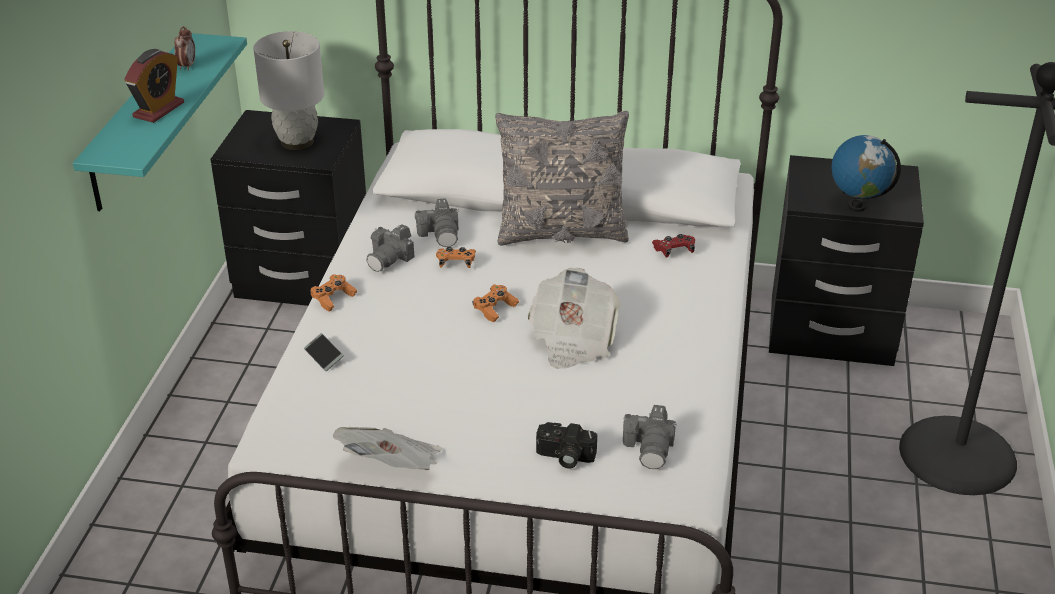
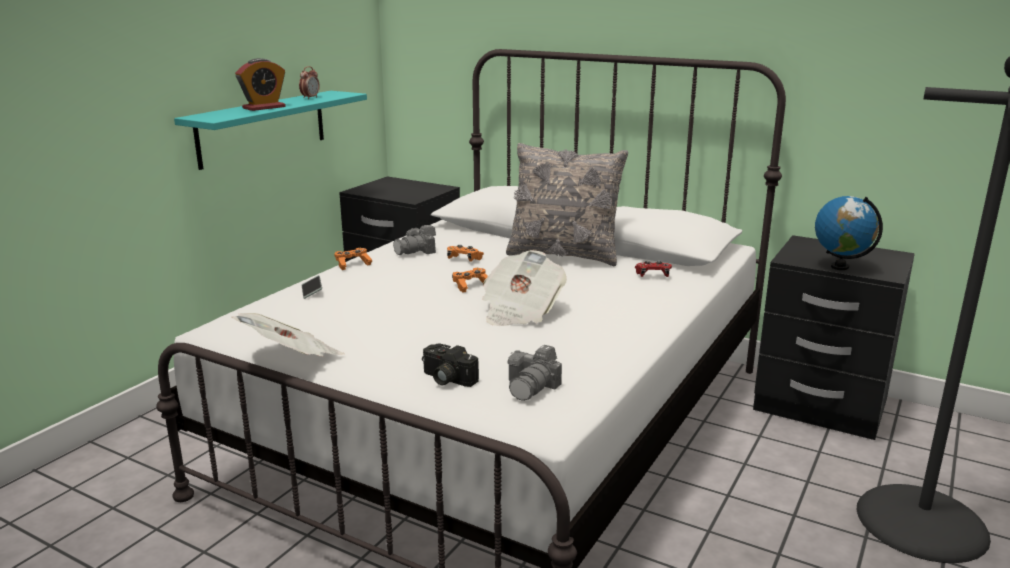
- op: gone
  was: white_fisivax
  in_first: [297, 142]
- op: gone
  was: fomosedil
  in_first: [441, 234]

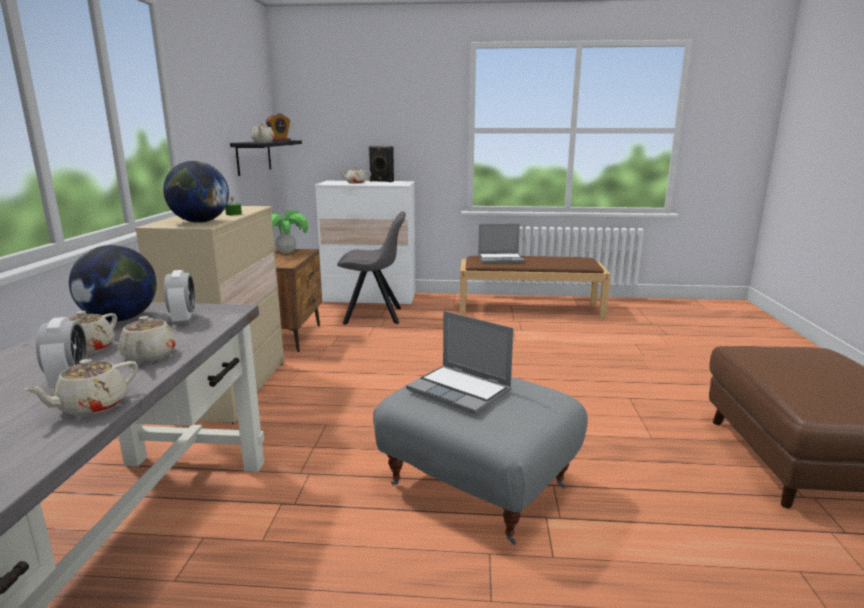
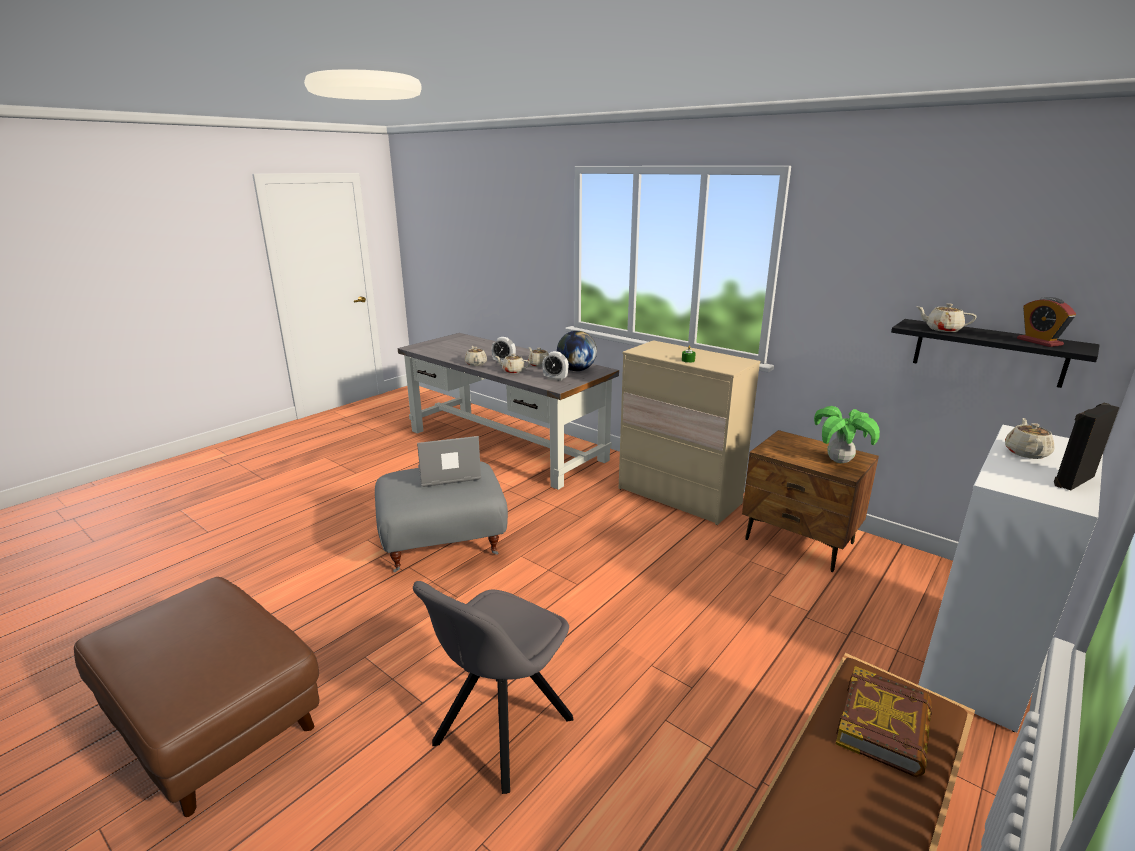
- op: gone
  was: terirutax
  in_first: [200, 222]
- op: shifted
  was: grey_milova
  in_first: [373, 316]
  in_second: [502, 731]
- op: swapped
  was: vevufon
  now: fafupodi
  in_first: [501, 259]
  in_second: [884, 726]

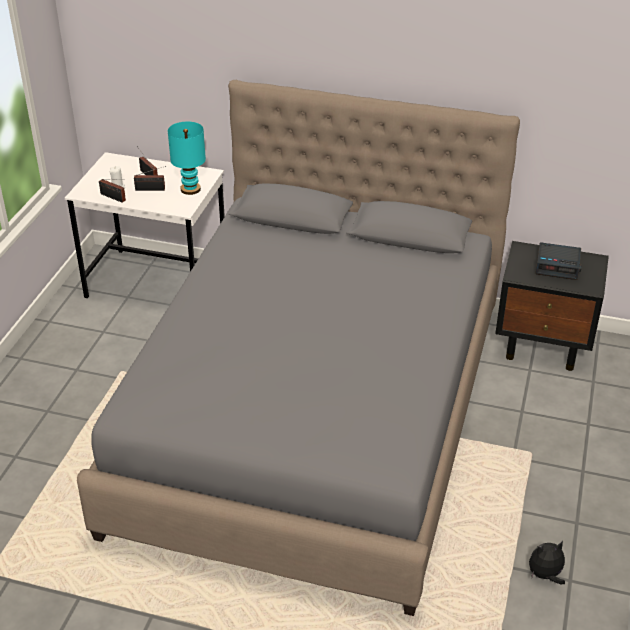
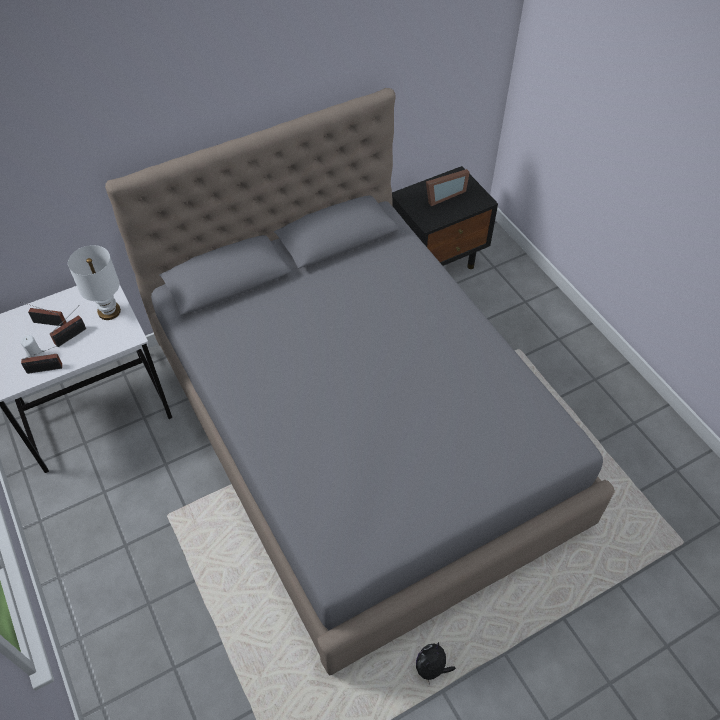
- op: repainted
  was: turquoise_fisivax
  now: white_fisivax
  in_first: [190, 189]
  in_second: [108, 311]
- op: swapped
  was: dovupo
  now: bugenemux
  in_first: [558, 266]
  in_second: [442, 195]
- op: shifted
  was: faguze
  in_first: [545, 575]
  in_second: [431, 668]

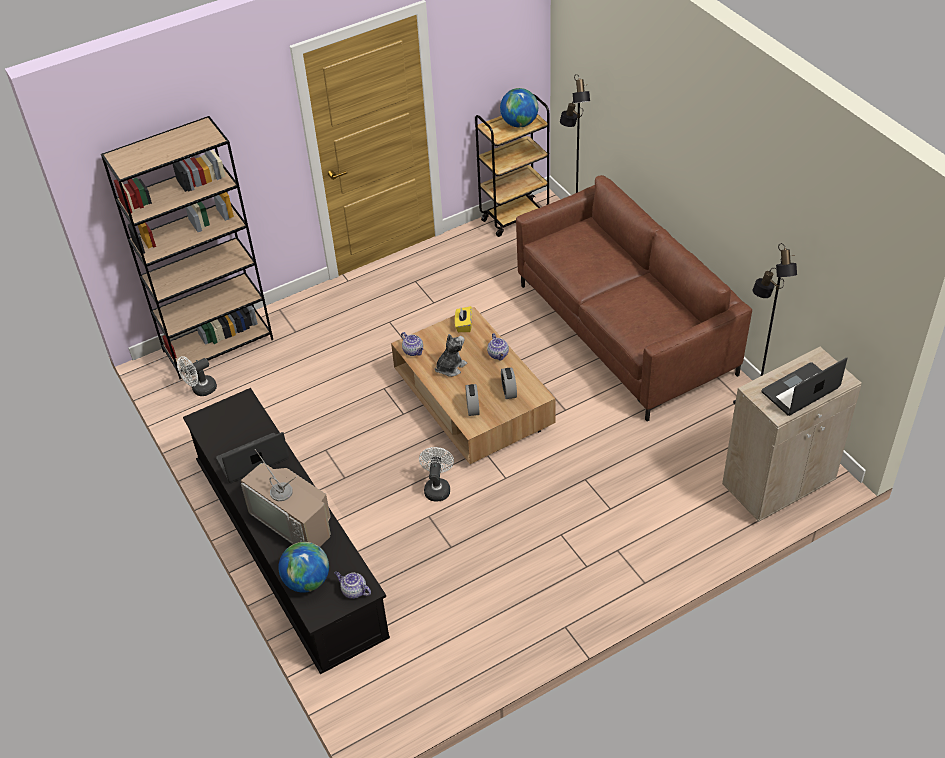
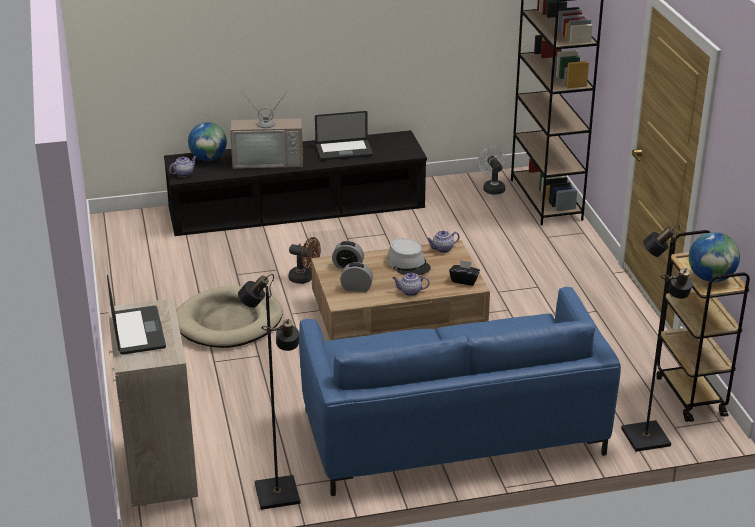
- op: repainted
  was: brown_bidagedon
  now: blue_bidagedon
  in_first: [623, 329]
  in_second: [452, 430]
- op: repainted
  was: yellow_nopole
  now: black_nopole
  in_first: [463, 325]
  in_second: [464, 280]
- op: swapped
  was: faguze
  now: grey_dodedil
  in_first: [450, 367]
  in_second: [409, 264]
- op: rotated
  was: vevufon
  in_first: [253, 459]
  in_second: [344, 151]
  clockwise: 90
- op: repainted
  was: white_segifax
  now: brown_segifax
  in_first: [437, 487]
  in_second: [305, 278]
- op: rotated
  was: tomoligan
  in_first: [294, 521]
  in_second: [268, 160]
  clockwise: -150
- op: new
  now: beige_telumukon
  in_second: [229, 322]

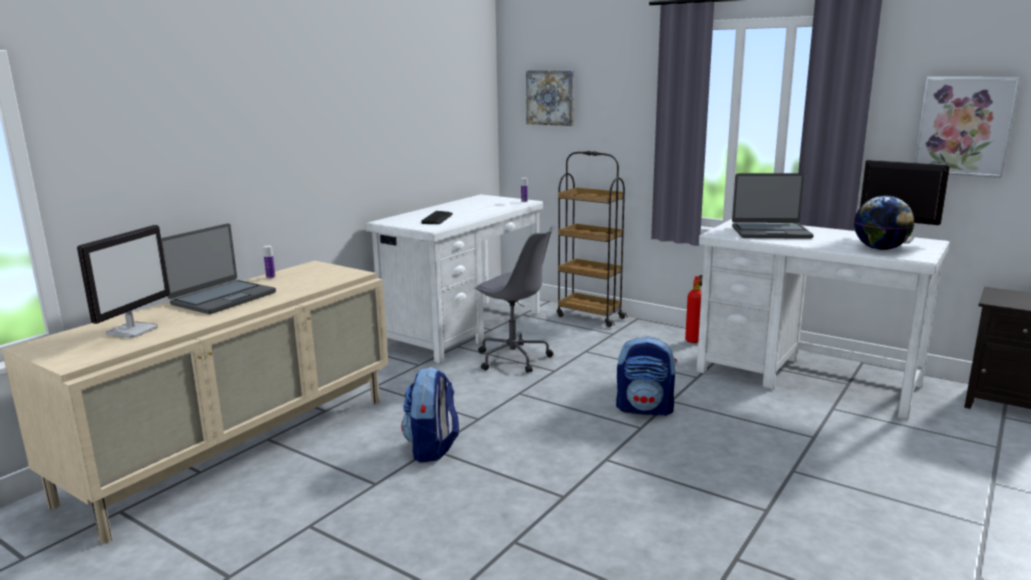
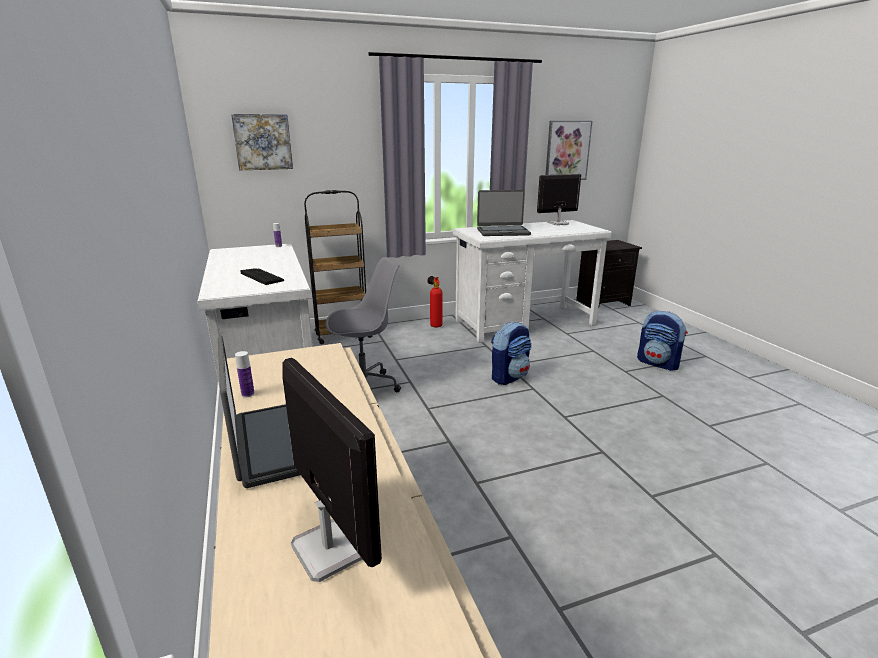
- op: rotated
  was: vevufon
  in_first: [770, 232]
  in_second: [503, 232]
  clockwise: 45
- op: gone
  was: terirutax
  in_first: [880, 249]
- op: shifted
  was: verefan
  in_first: [432, 448]
  in_second: [658, 363]

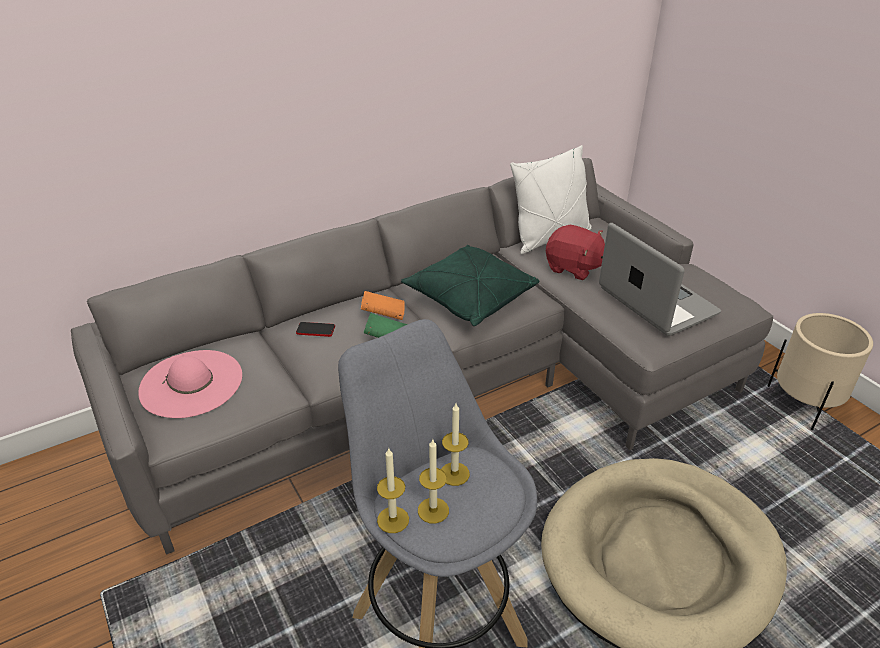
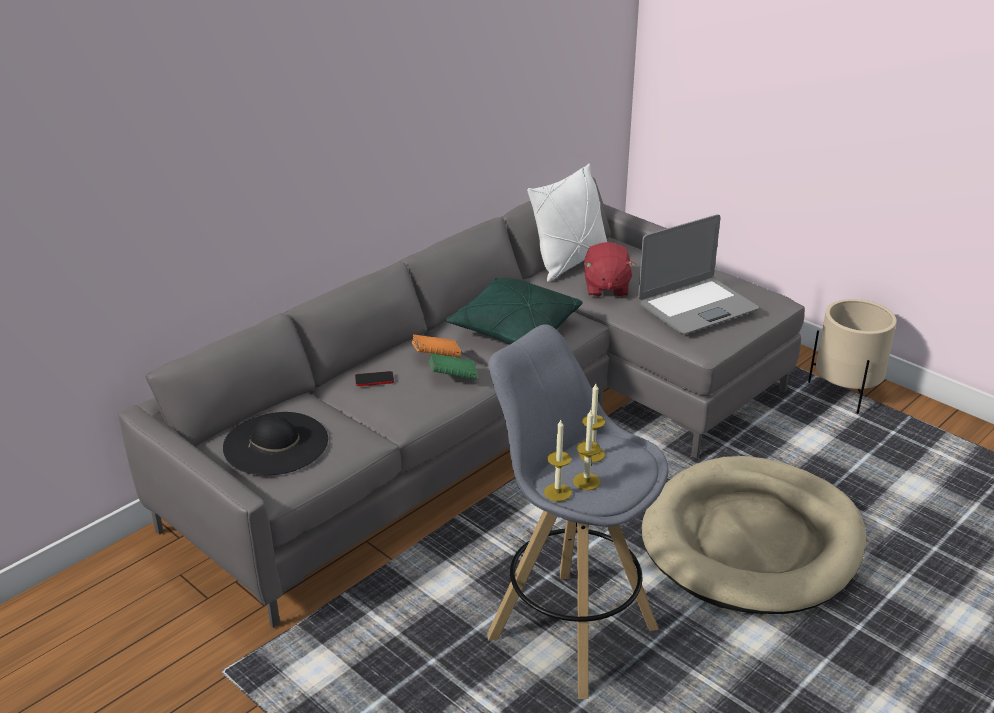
- op: rotated
  was: vevufon
  in_first: [656, 302]
  in_second: [697, 307]
  clockwise: 105
- op: rotated
  was: red_faguze
  in_first: [573, 268]
  in_second: [606, 288]
  clockwise: 75
- op: repainted
  was: pink_dodedil
  now: black_dodedil
  in_first: [191, 383]
  in_second: [276, 443]

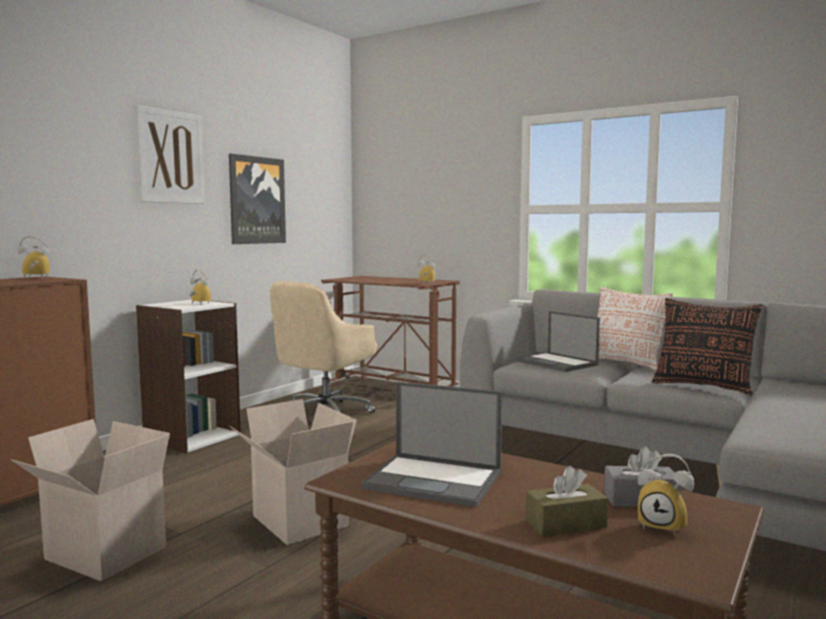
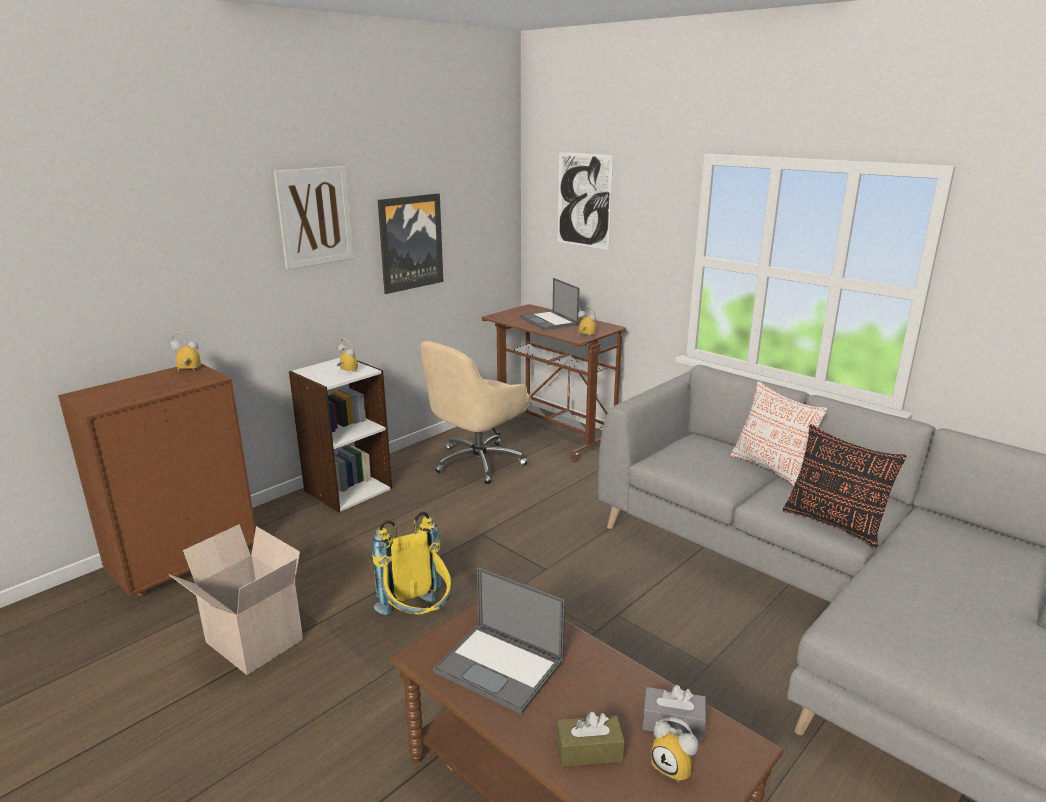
- op: shifted
  was: vevufon
  in_first: [557, 363]
  in_second: [549, 321]
- op: swapped
  was: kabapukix
  now: yellow_verefan
  in_first: [296, 521]
  in_second: [418, 618]
- op: new
  now: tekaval
  in_second: [584, 200]

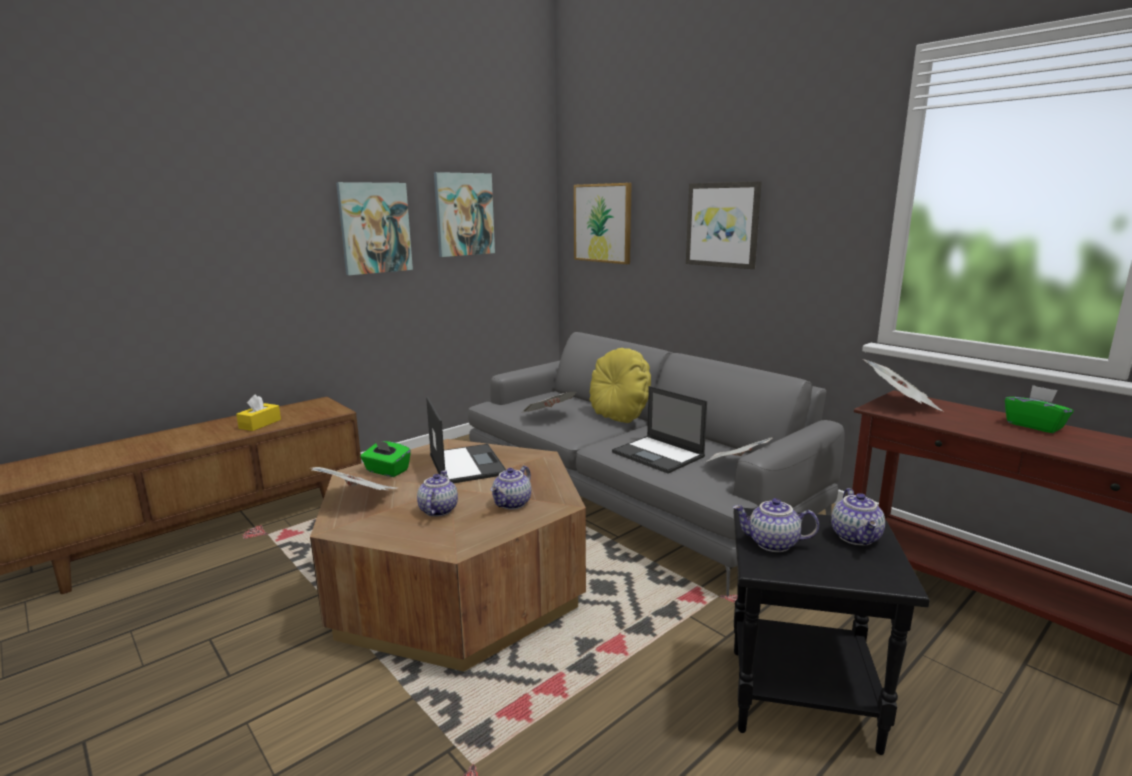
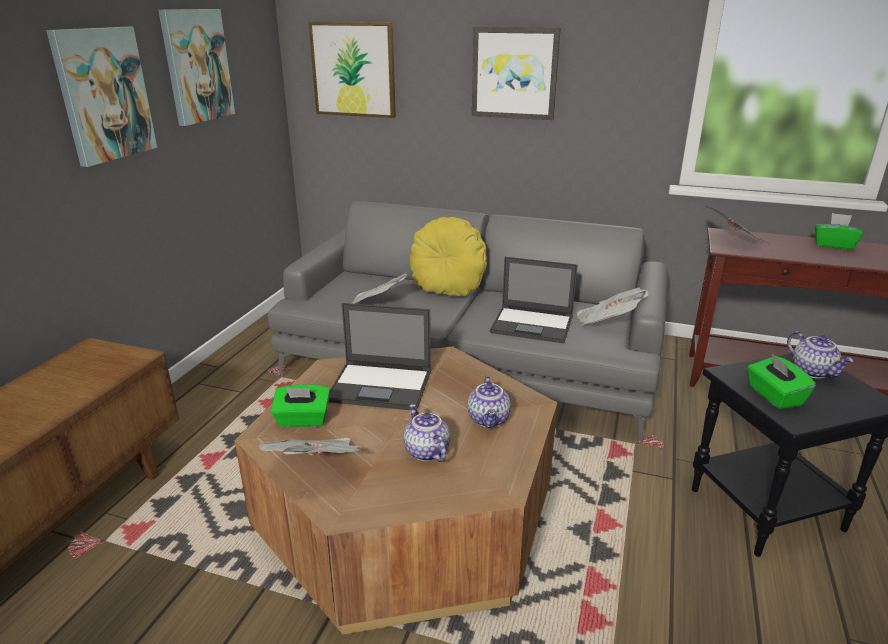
- op: gone
  was: yellow_nopole
  in_first: [260, 424]
- op: rotated
  was: vevufon
  in_first: [466, 464]
  in_second: [381, 386]
  clockwise: 150
- op: swapped
  was: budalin
  now: green_nopole
  in_first: [772, 544]
  in_second: [774, 396]

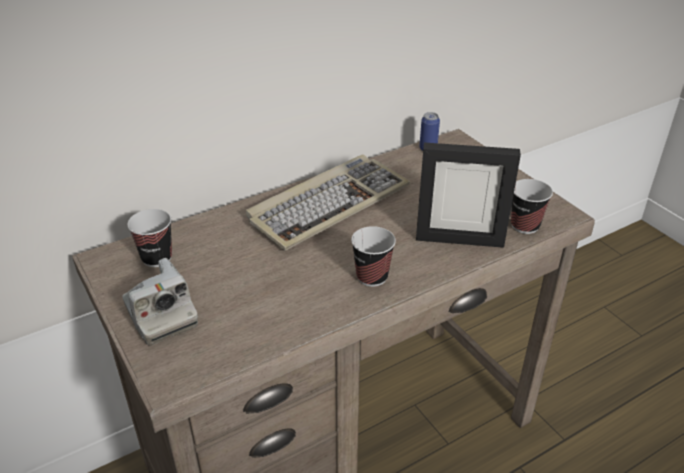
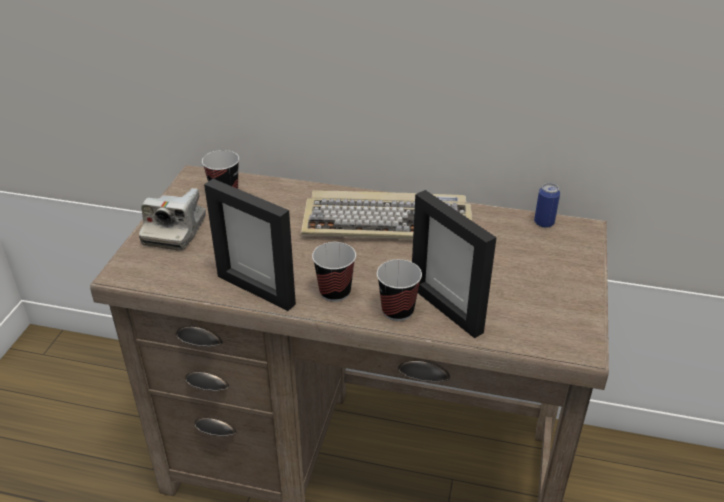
- op: shifted
  was: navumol
  in_first: [524, 225]
  in_second: [397, 310]
- op: new
  now: bugenemux
  in_second: [257, 289]

